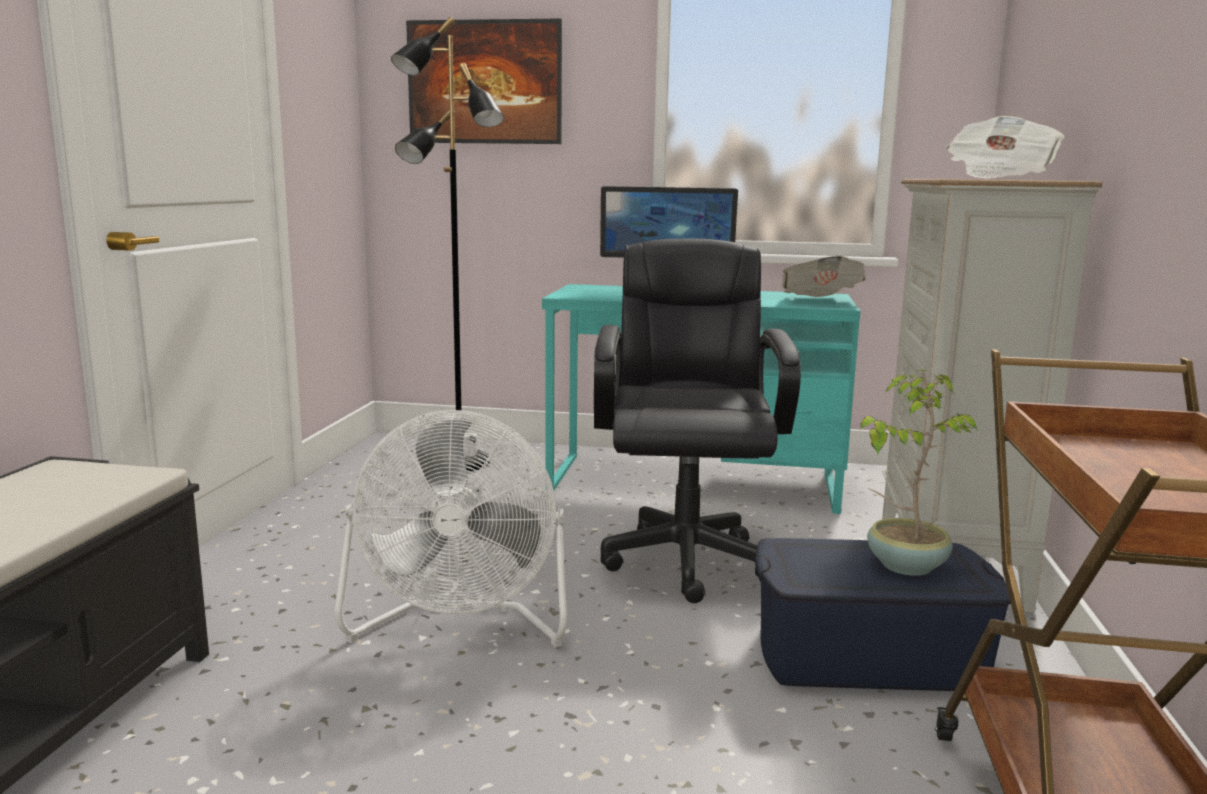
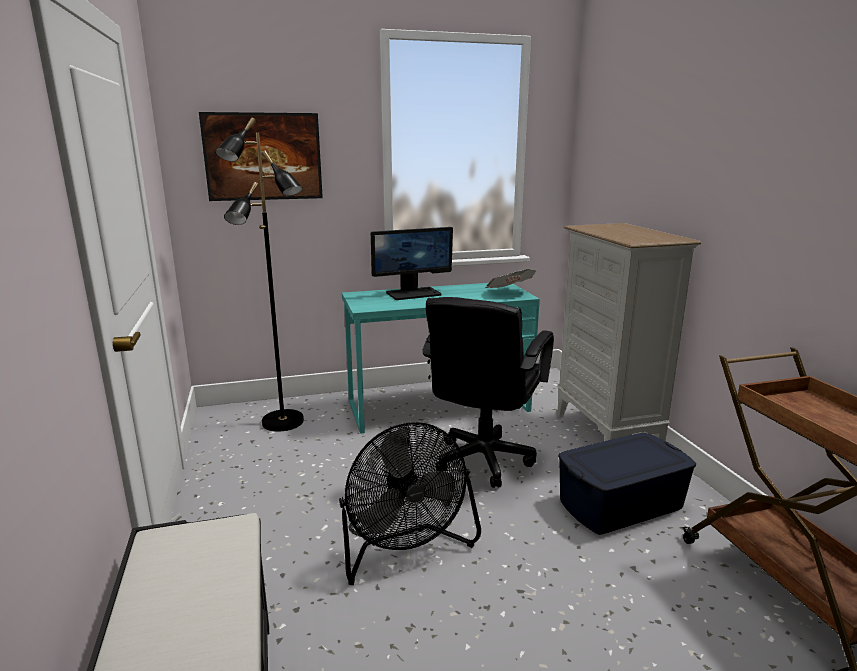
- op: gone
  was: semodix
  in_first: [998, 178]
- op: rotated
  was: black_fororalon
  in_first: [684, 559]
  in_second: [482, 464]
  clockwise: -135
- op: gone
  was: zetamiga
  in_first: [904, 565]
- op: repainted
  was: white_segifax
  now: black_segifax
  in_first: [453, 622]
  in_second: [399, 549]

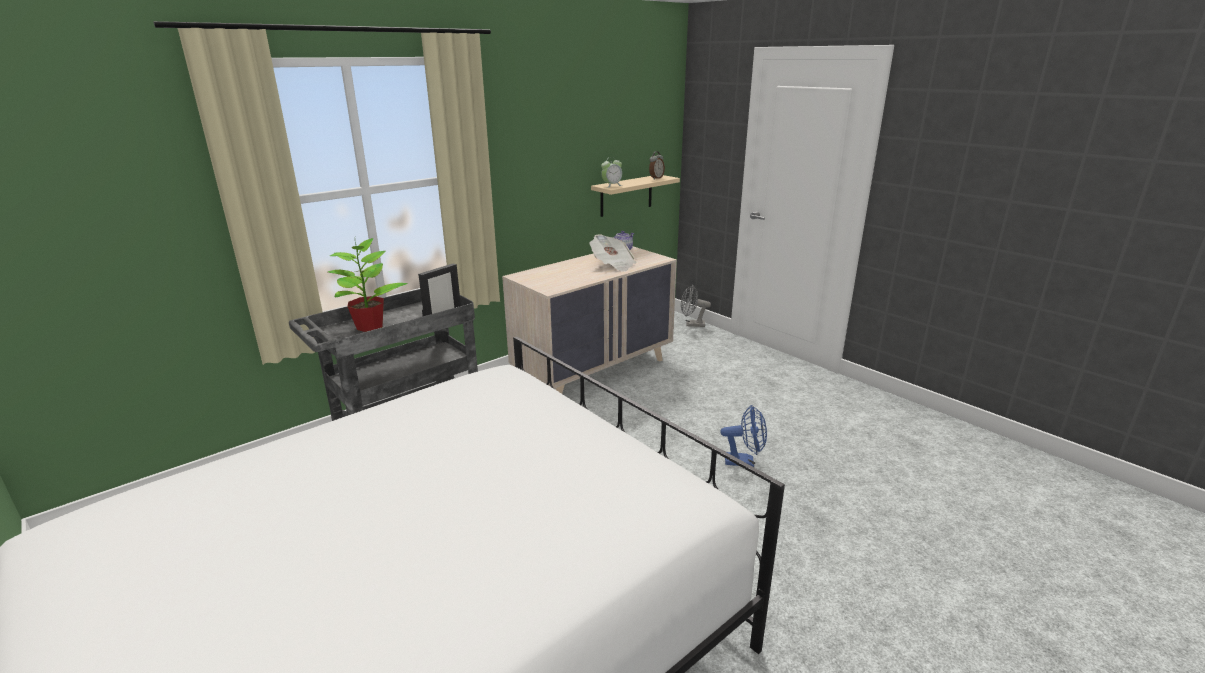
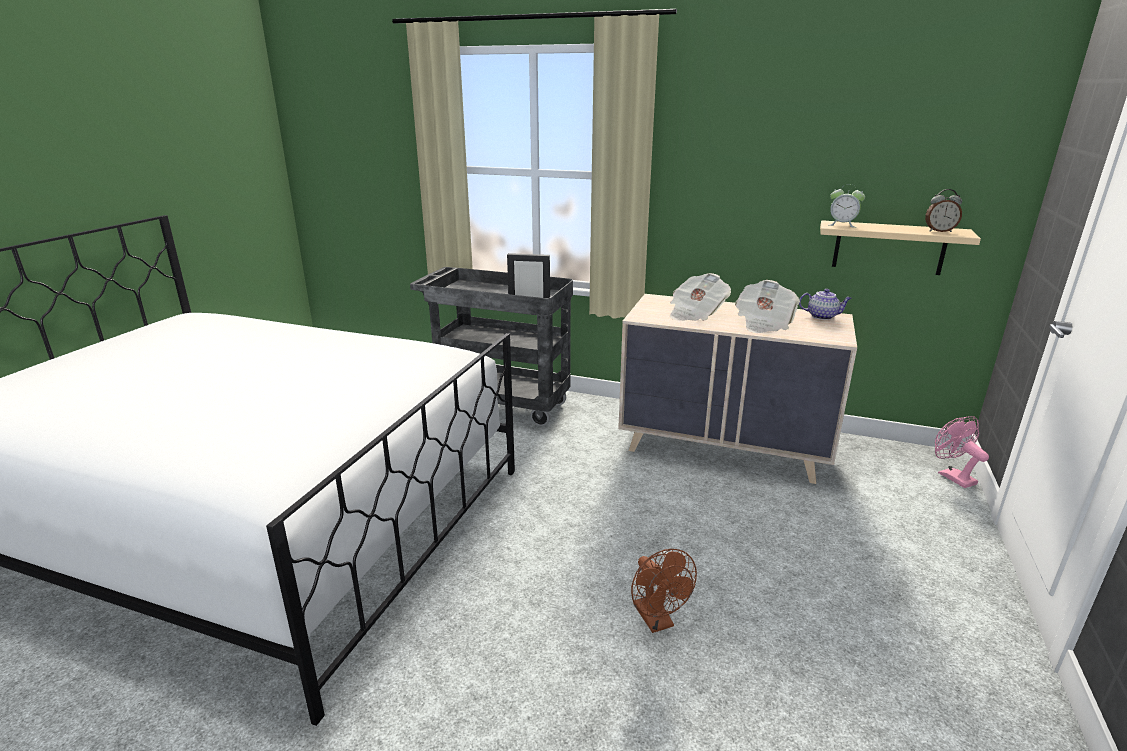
- op: gone
  was: zetamiga
  in_first: [370, 326]
- op: repainted
  was: grey_segifax
  now: pink_segifax
  in_first: [692, 324]
  in_second: [951, 476]
- op: repainted
  was: blue_segifax
  now: brown_segifax
  in_first: [744, 461]
  in_second: [657, 621]
- op: new
  now: semodix
  in_second: [695, 314]

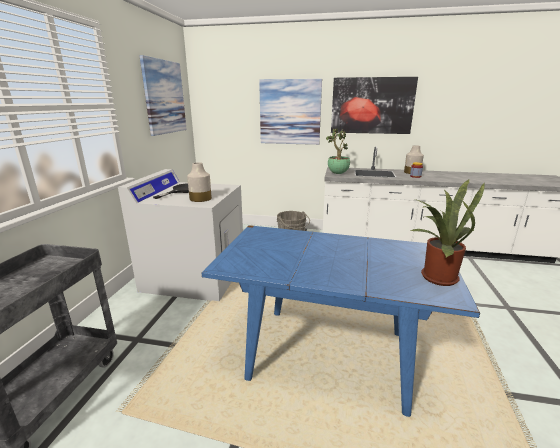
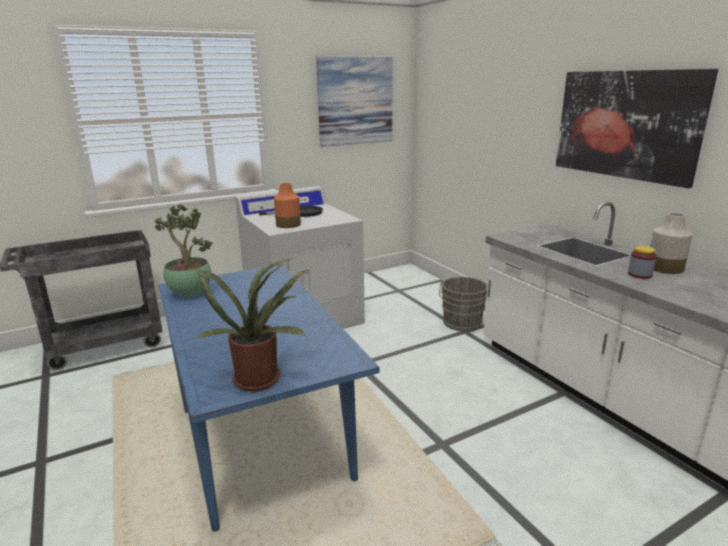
- op: gone
  was: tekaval
  in_first: [290, 112]
- op: shifted
  was: zetamiga
  in_first: [337, 173]
  in_second: [189, 294]
- op: repainted
  was: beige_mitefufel
  now: orange_mitefufel
  in_first: [200, 198]
  in_second: [288, 224]

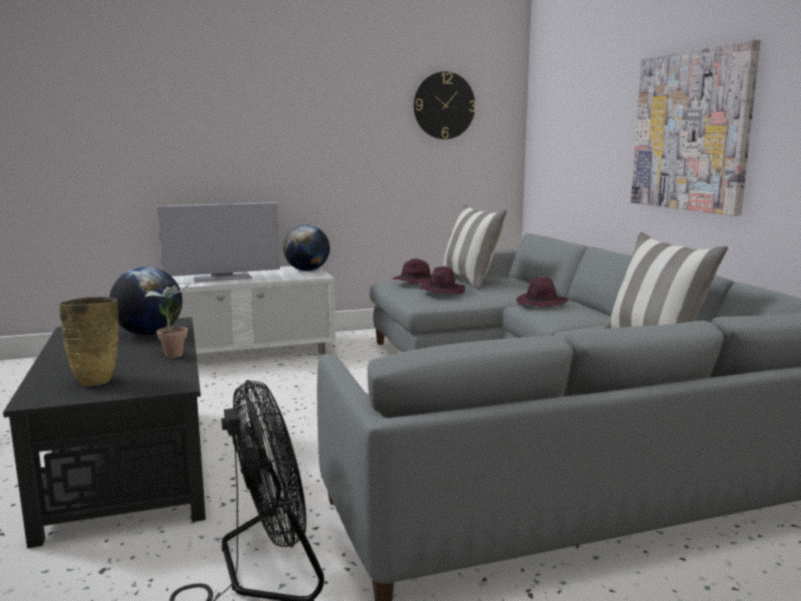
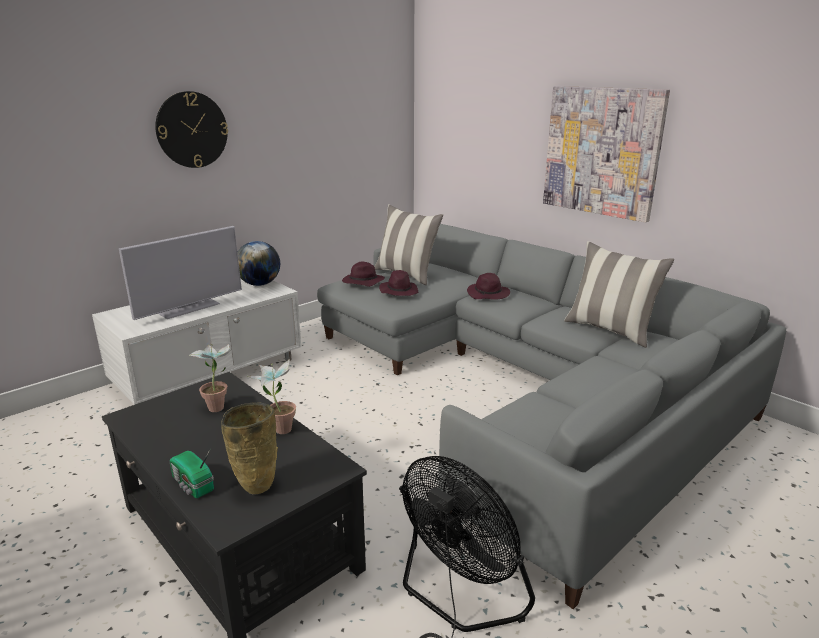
- op: shifted
  was: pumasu
  in_first: [444, 105]
  in_second: [192, 130]
- op: swapped
  was: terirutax
  now: zetamiga
  in_first: [149, 334]
  in_second: [219, 405]
- op: new
  now: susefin
  in_second: [192, 485]

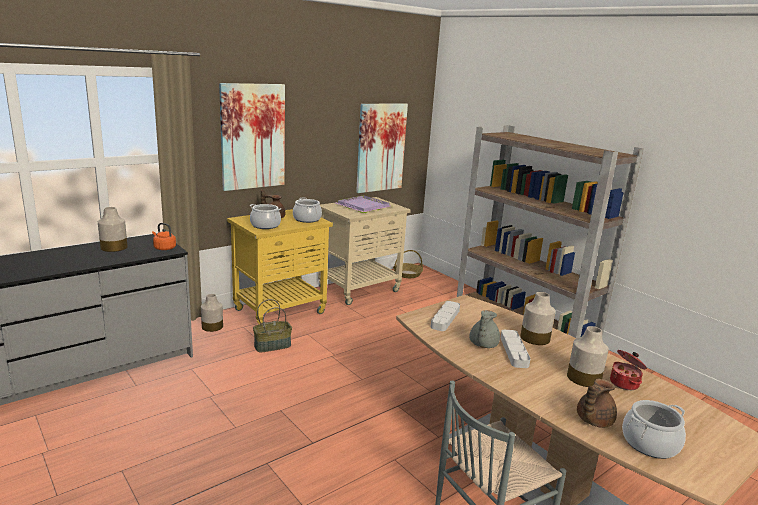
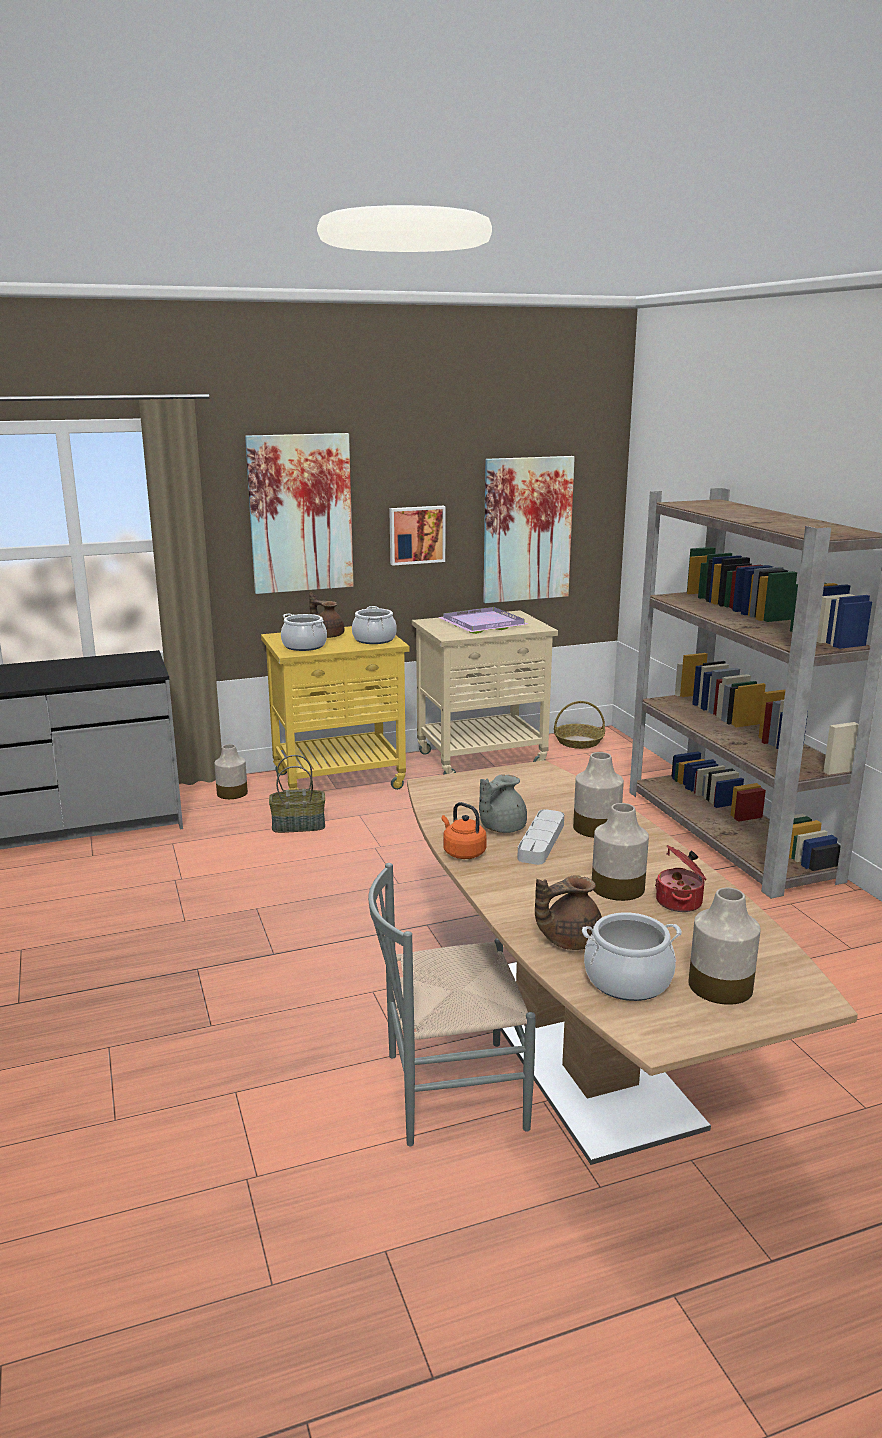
- op: shifted
  was: beige_mitefufel
  in_first: [114, 247]
  in_second: [720, 985]
- op: shifted
  was: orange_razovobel
  in_first: [164, 248]
  in_second: [462, 852]
- op: gone
  was: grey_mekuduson
  in_first: [445, 318]
- op: new
  now: tekaval
  in_second: [416, 534]

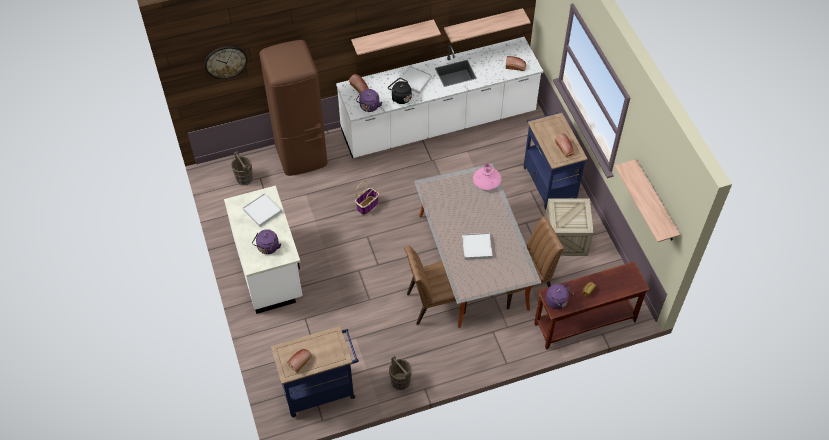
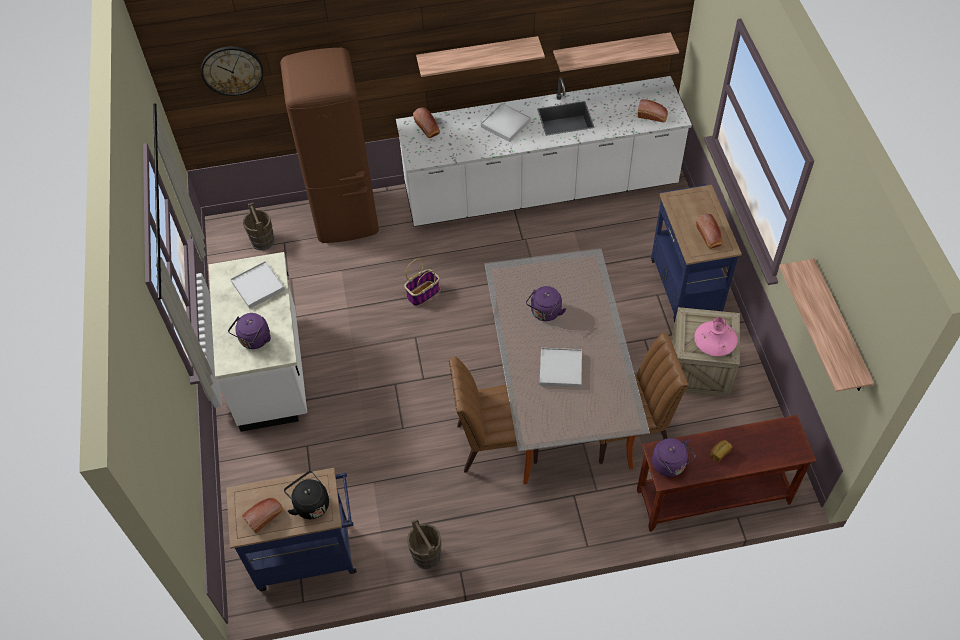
- op: shifted
  was: black_razovobel
  in_first: [400, 97]
  in_second: [310, 504]
- op: shifted
  was: purple_razovobel
  in_first: [369, 107]
  in_second: [545, 313]
- op: shifted
  was: pink_mitefufel
  in_first: [486, 181]
  in_second: [714, 342]

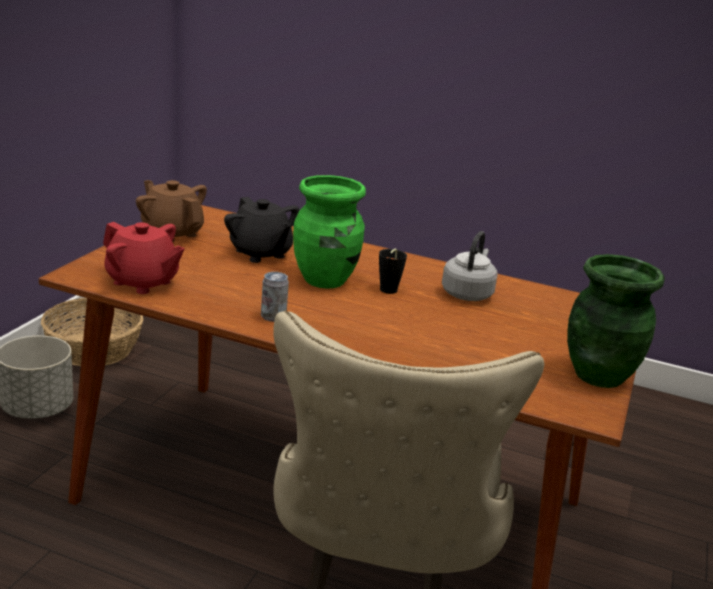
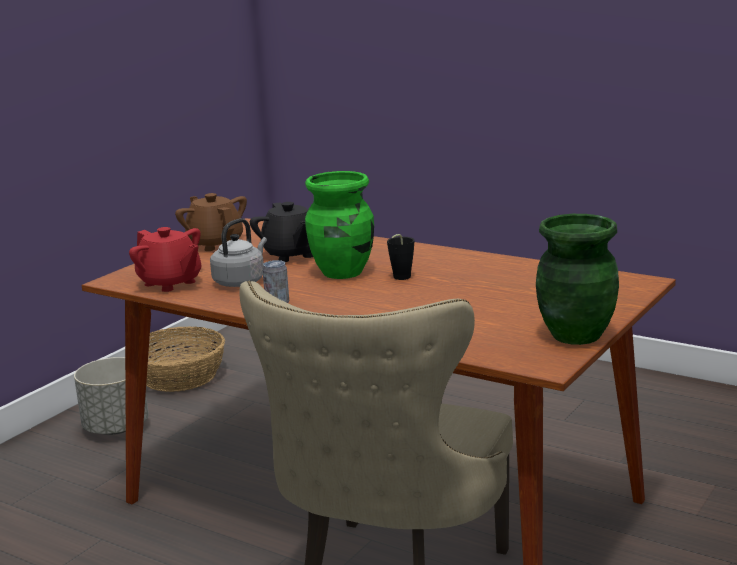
- op: shifted
  was: grey_razovobel
  in_first: [468, 293]
  in_second: [241, 281]

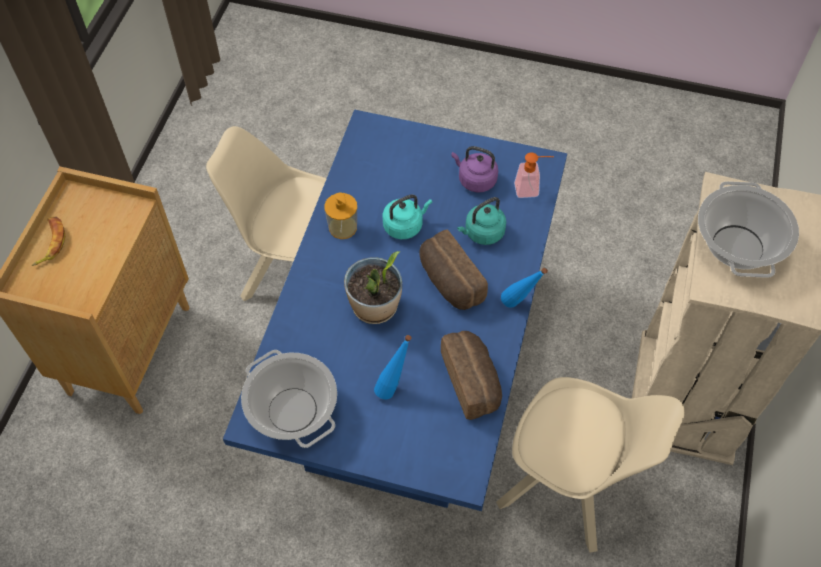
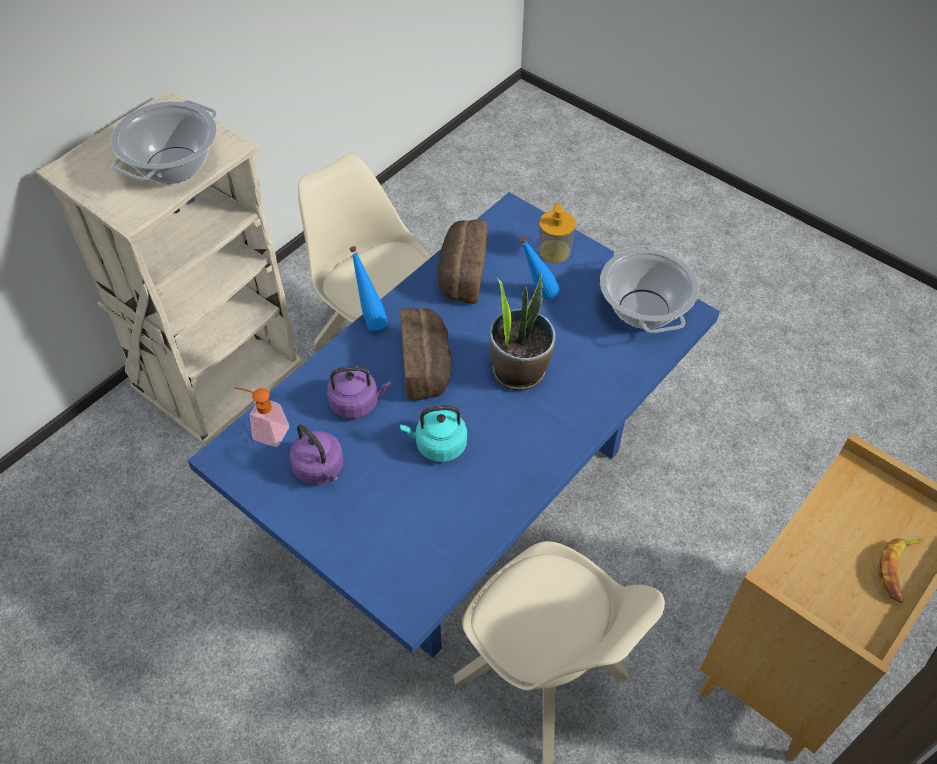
- op: shifted
  was: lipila
  in_first: [342, 227]
  in_second: [554, 251]
- op: repainted
  was: turquoise_razovobel
  now: purple_razovobel
  in_first: [482, 233]
  in_second: [357, 403]

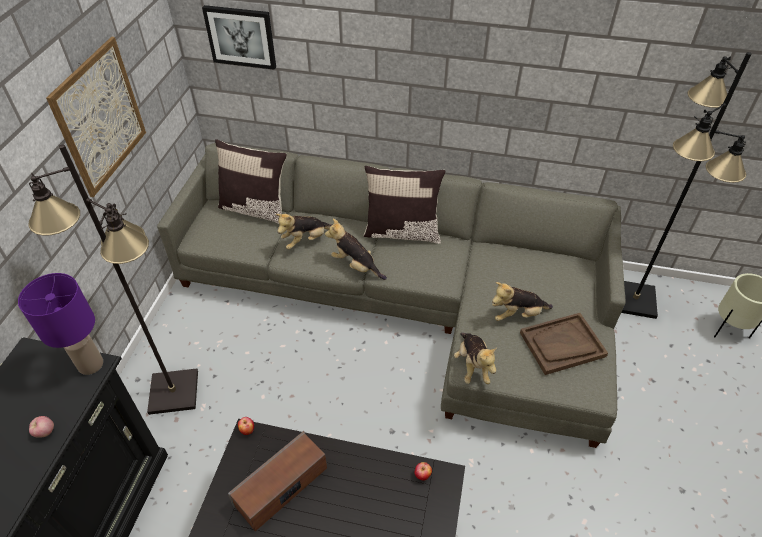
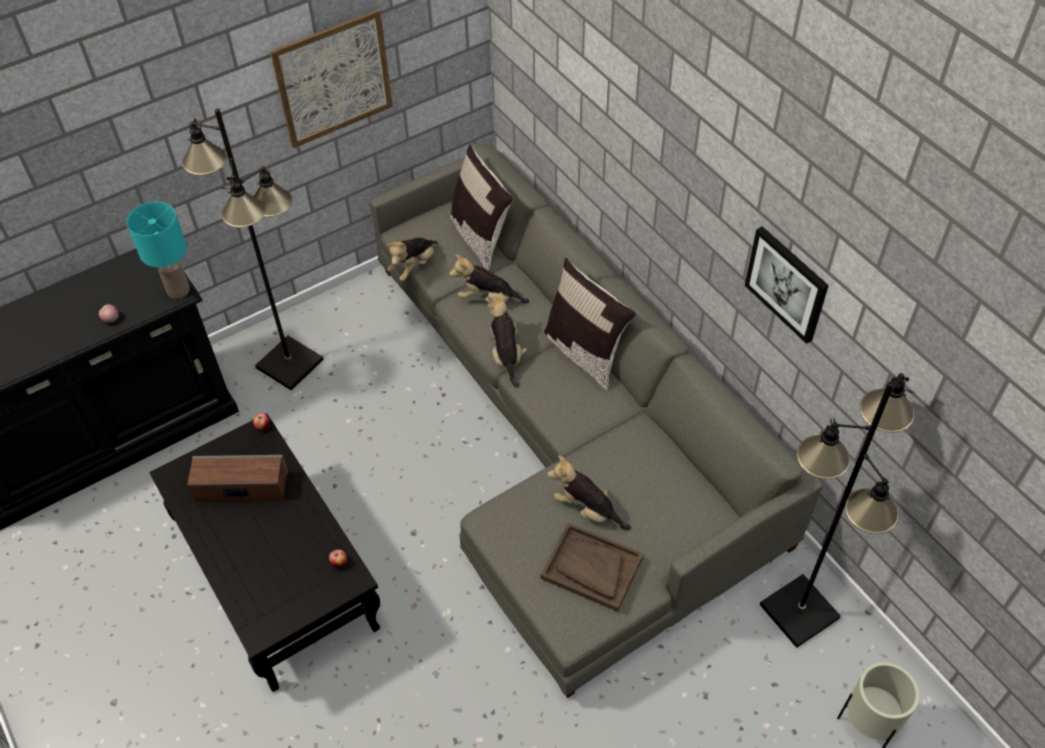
- op: shifted
  was: tekaval
  in_first: [241, 36]
  in_second: [787, 283]
- op: repainted
  was: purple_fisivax
  now: turquoise_fisivax
  in_first: [90, 364]
  in_second: [178, 290]
- op: shifted
  was: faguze
  in_first: [472, 365]
  in_second: [413, 266]

